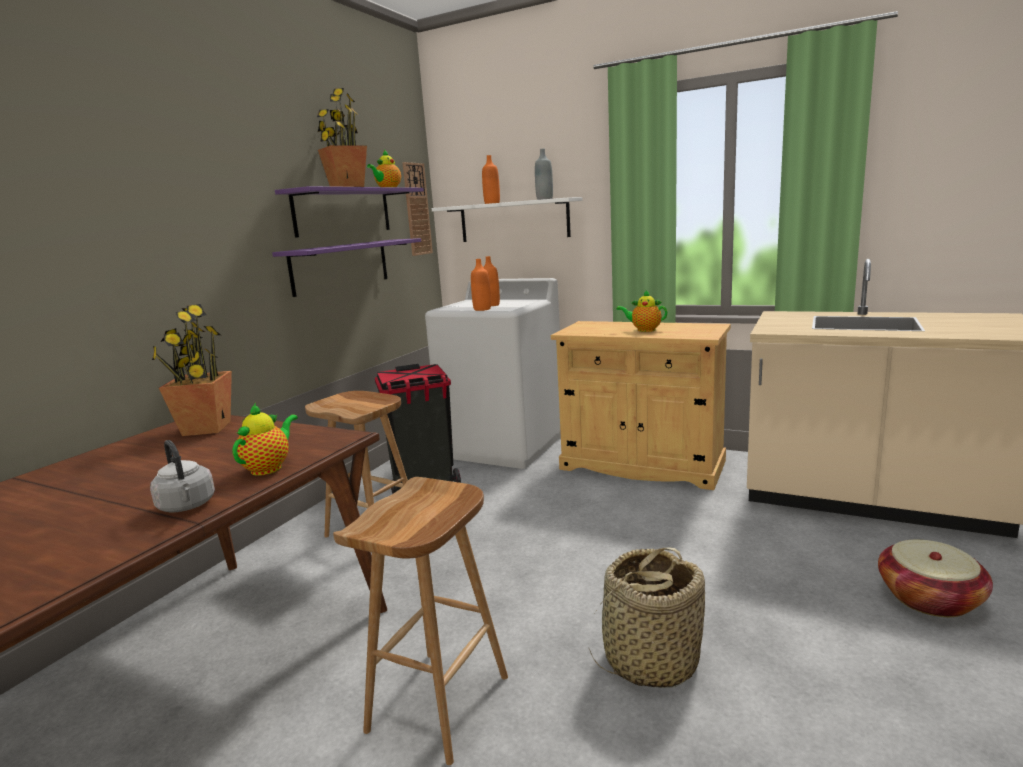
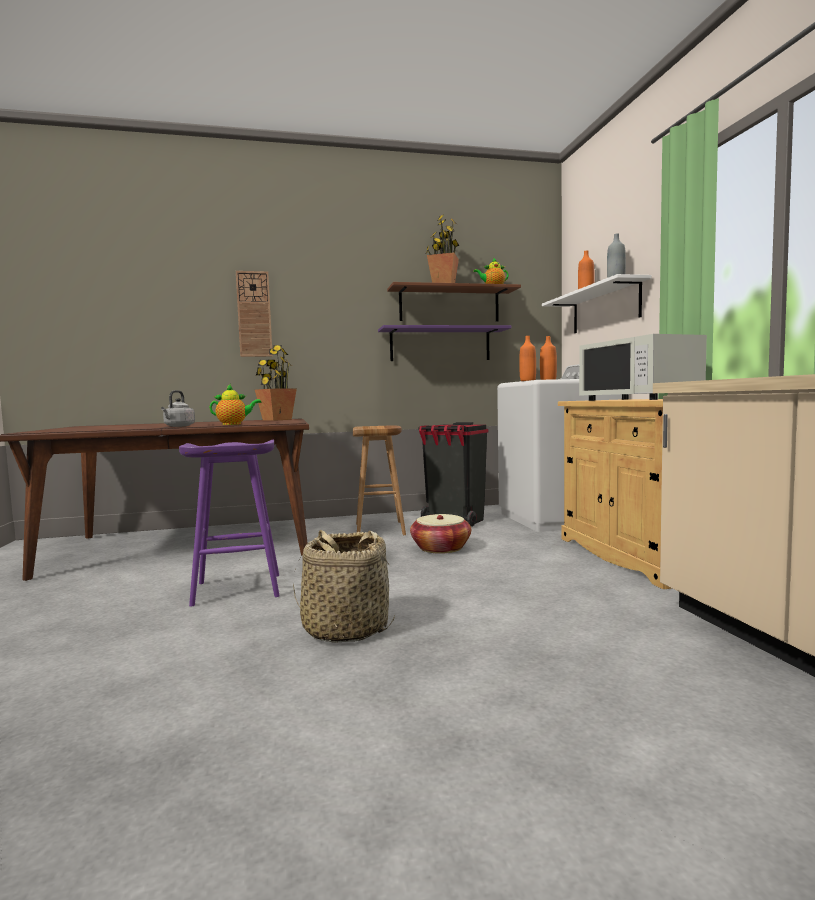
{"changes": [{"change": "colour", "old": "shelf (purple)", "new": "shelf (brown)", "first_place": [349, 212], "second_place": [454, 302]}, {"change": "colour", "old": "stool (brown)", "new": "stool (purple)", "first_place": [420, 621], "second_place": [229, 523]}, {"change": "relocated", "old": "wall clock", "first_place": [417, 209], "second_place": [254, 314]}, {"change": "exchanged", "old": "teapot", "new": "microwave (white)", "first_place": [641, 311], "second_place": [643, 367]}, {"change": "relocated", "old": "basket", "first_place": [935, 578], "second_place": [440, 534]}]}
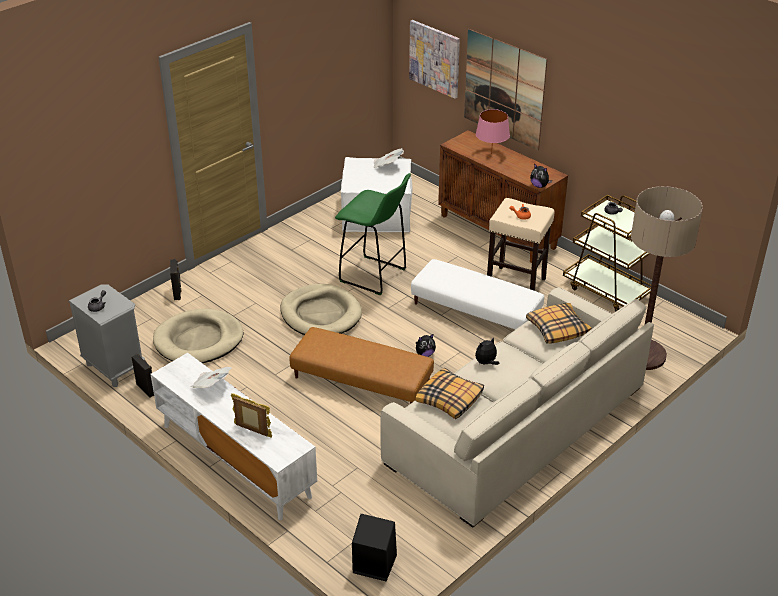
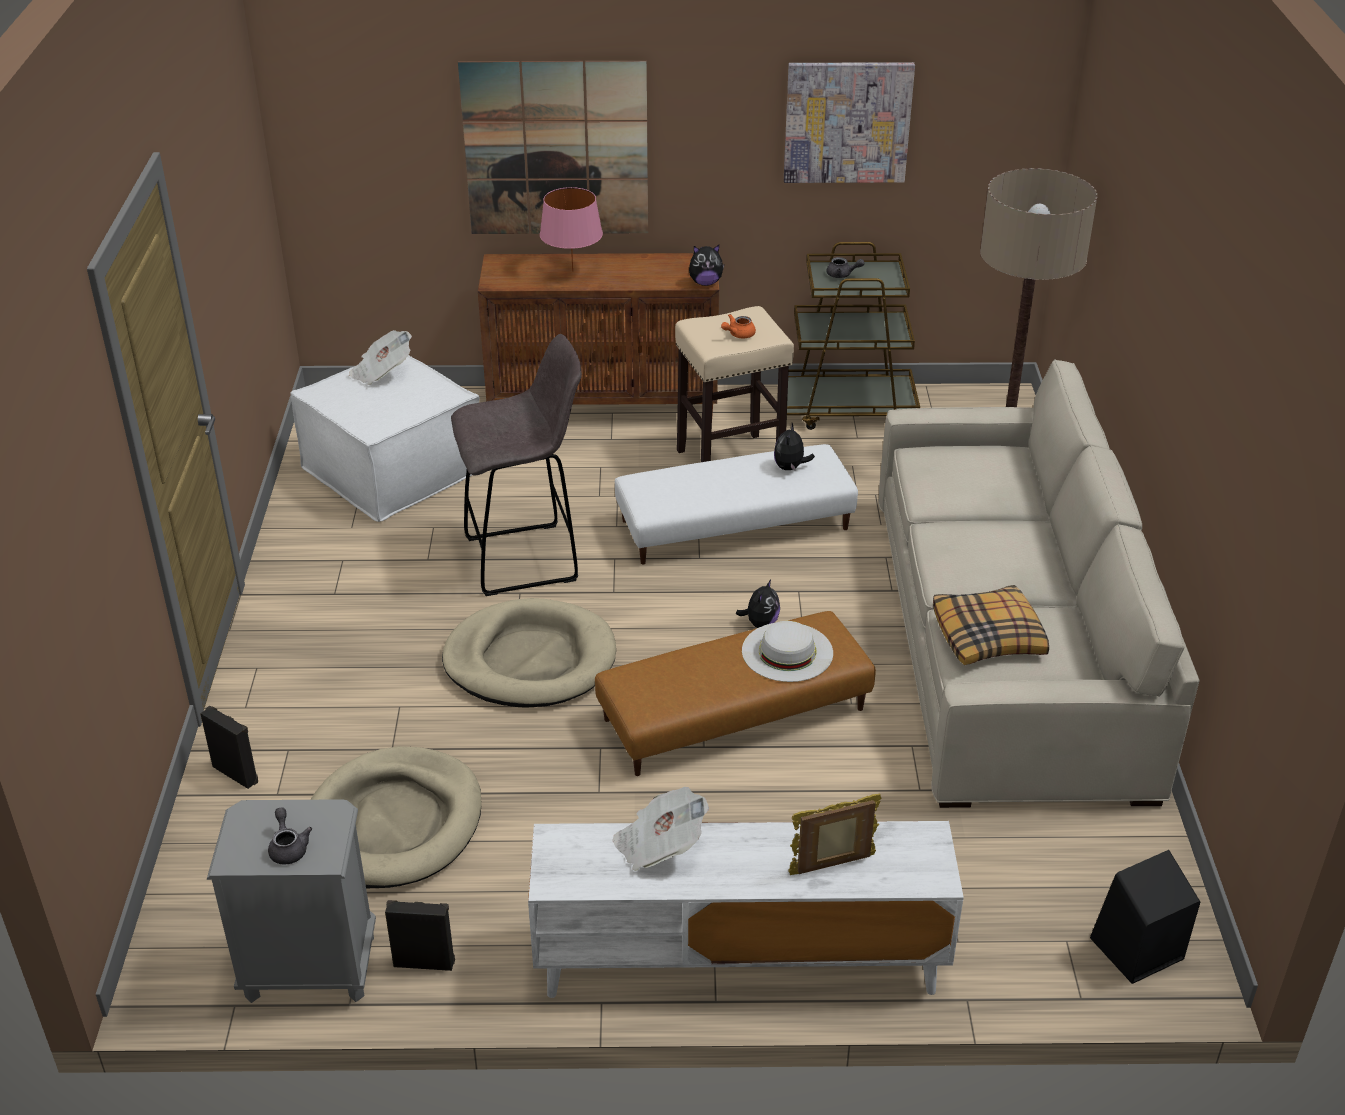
{"changes": [{"change": "colour", "old": "stool (green)", "new": "stool (grey)", "first_place": [373, 234], "second_place": [516, 465]}, {"change": "relocated", "old": "picture", "first_place": [434, 59], "second_place": [849, 122]}, {"change": "relocated", "old": "plush toy", "first_place": [487, 351], "second_place": [794, 447]}, {"change": "missing", "old": "pillow", "first_place": [559, 323]}, {"change": "appeared", "new": "hat (white)", "second_place": [787, 651]}]}
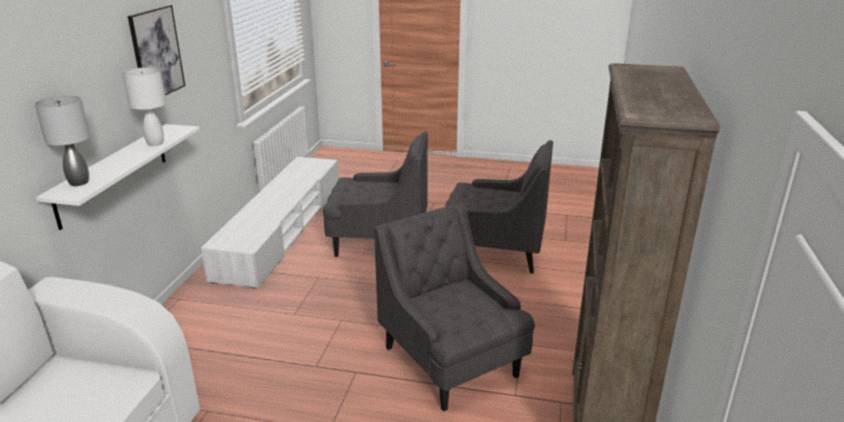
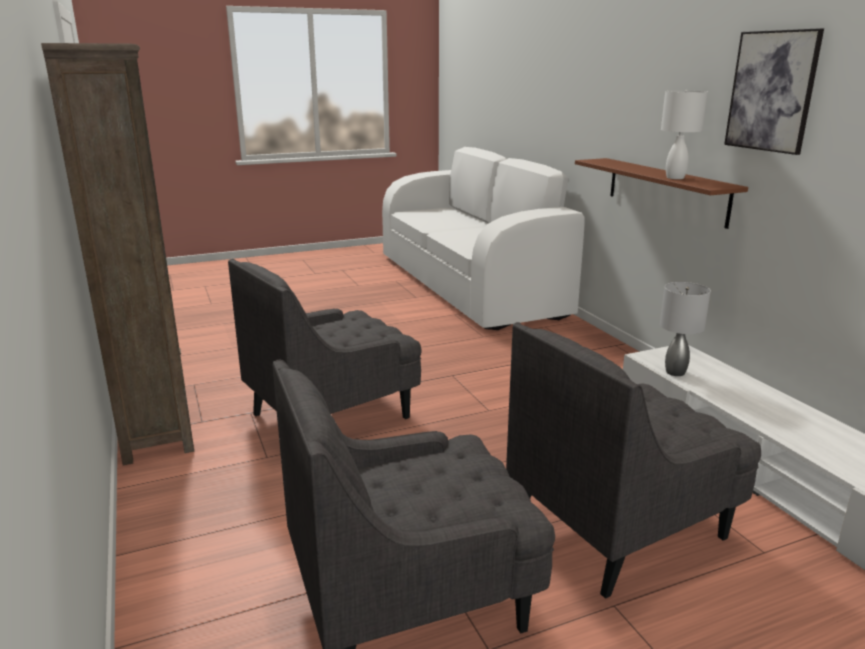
{"changes": [{"change": "relocated", "old": "table lamp (grey)", "first_place": [62, 140], "second_place": [685, 329]}, {"change": "colour", "old": "shelf (white)", "new": "shelf (brown)", "first_place": [118, 177], "second_place": [661, 193]}, {"change": "spun", "old": "armchair (grey)", "first_place": [454, 307], "second_place": [324, 339], "degrees": 120}]}
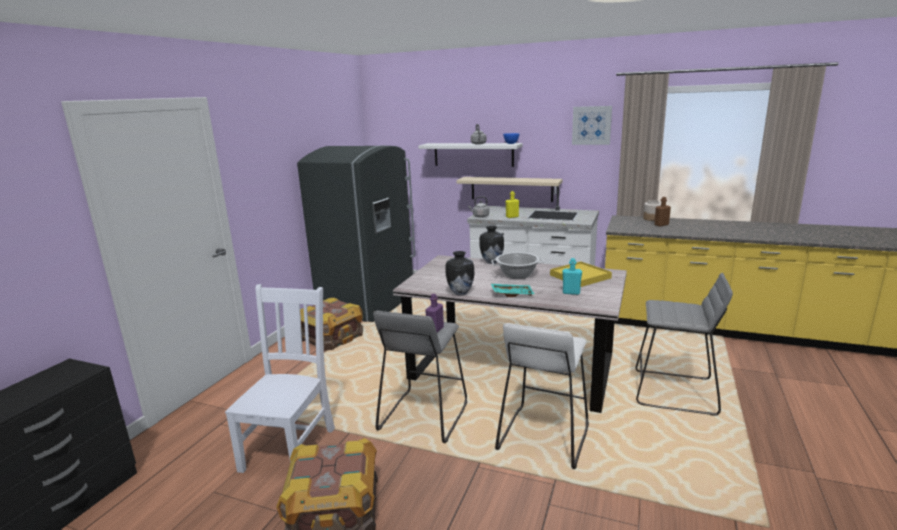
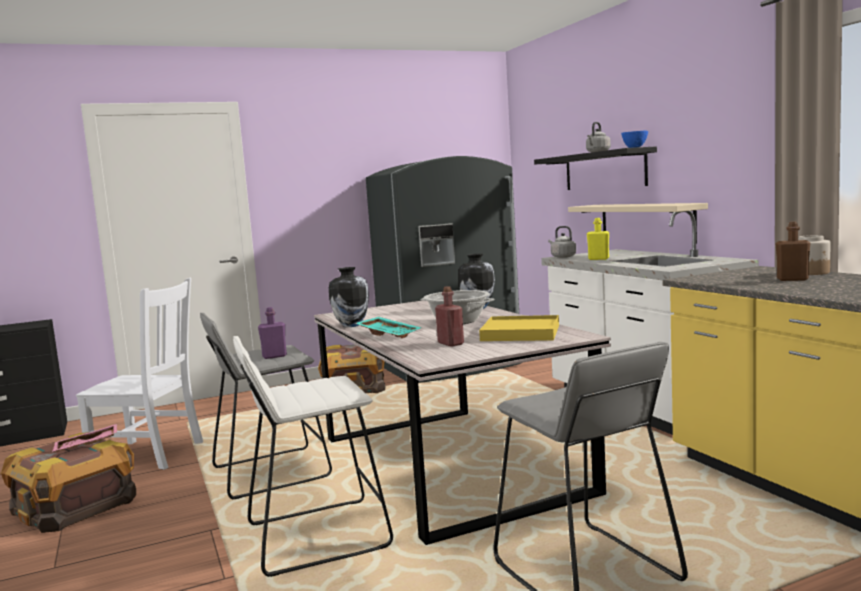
{"changes": [{"change": "spun", "old": "chair (white)", "first_place": [280, 378], "second_place": [139, 373], "degrees": 45}, {"change": "colour", "old": "shelf (white)", "new": "shelf (black)", "first_place": [470, 155], "second_place": [595, 168]}, {"change": "colour", "old": "bottle (turquoise)", "new": "bottle (red)", "first_place": [572, 276], "second_place": [449, 316]}, {"change": "missing", "old": "picture", "first_place": [592, 125]}, {"change": "appeared", "new": "tray (pink)", "second_place": [84, 438]}]}
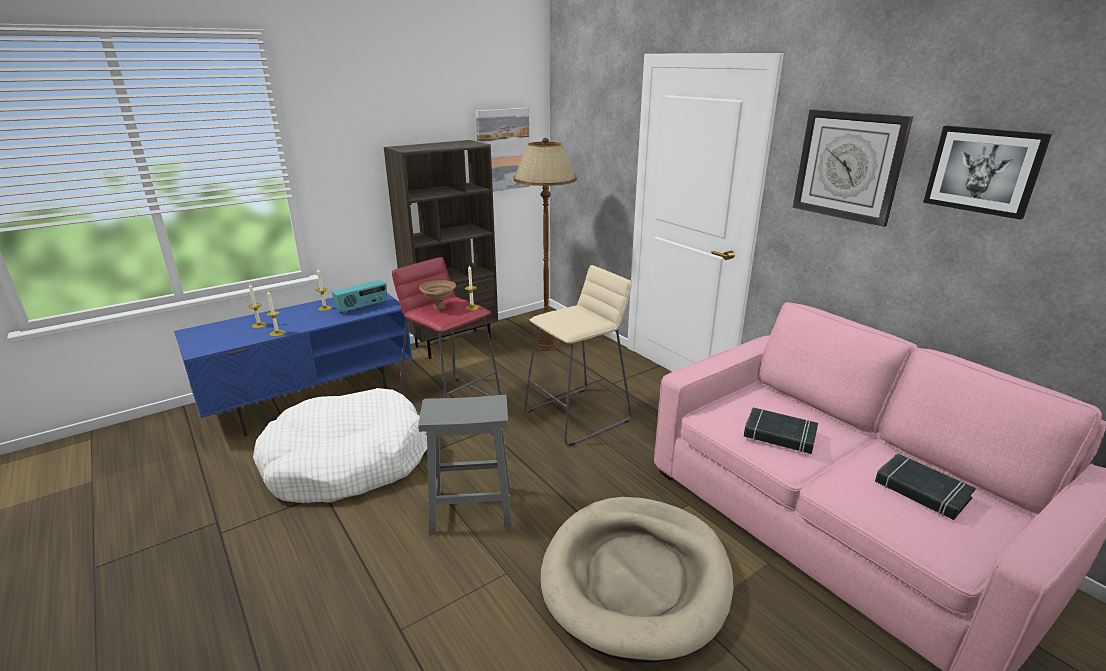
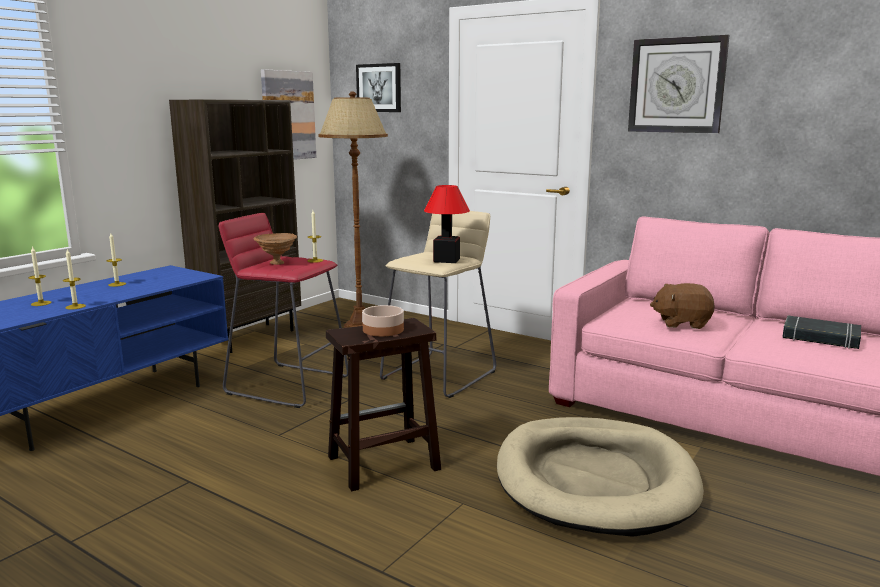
{"changes": [{"change": "missing", "old": "dog bed (white)", "first_place": [340, 445]}, {"change": "missing", "old": "radio", "first_place": [359, 297]}, {"change": "colour", "old": "stool (grey)", "new": "stool (brown)", "first_place": [465, 465], "second_place": [383, 404]}, {"change": "exchanged", "old": "book (black)", "new": "plush toy (brown)", "first_place": [781, 430], "second_place": [682, 306]}, {"change": "relocated", "old": "picture", "first_place": [987, 173], "second_place": [378, 87]}, {"change": "appeared", "new": "bowl", "second_place": [383, 320]}, {"change": "appeared", "new": "table lamp", "second_place": [447, 224]}]}
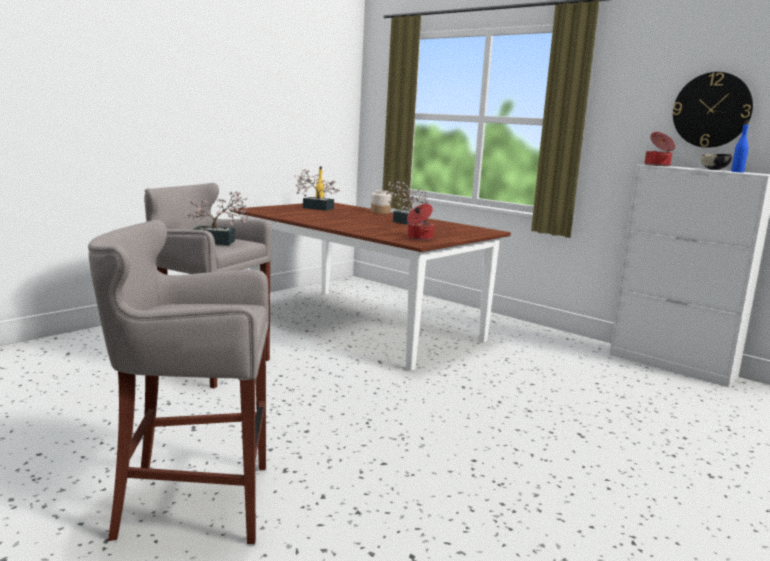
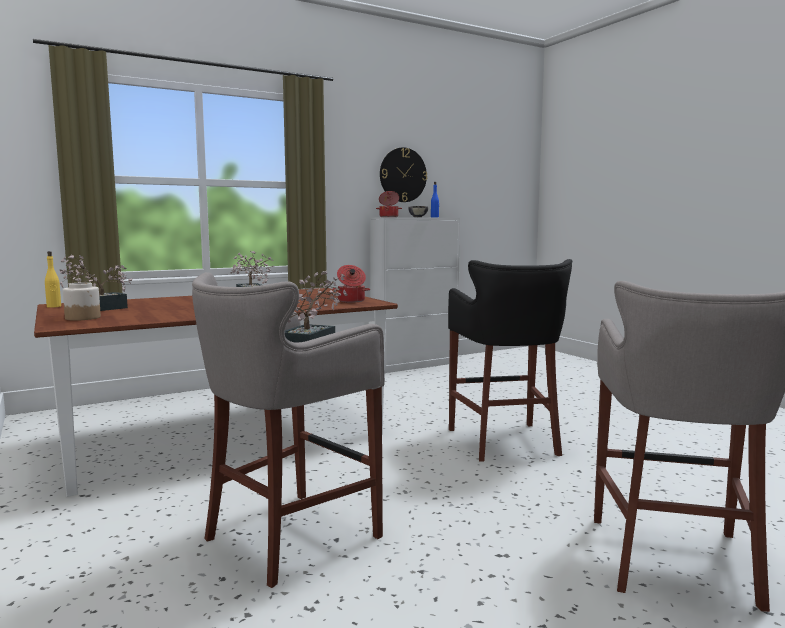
{"changes": [{"change": "relocated", "old": "jar", "first_place": [381, 202], "second_place": [82, 301]}, {"change": "appeared", "new": "stool (black)", "second_place": [510, 360]}]}
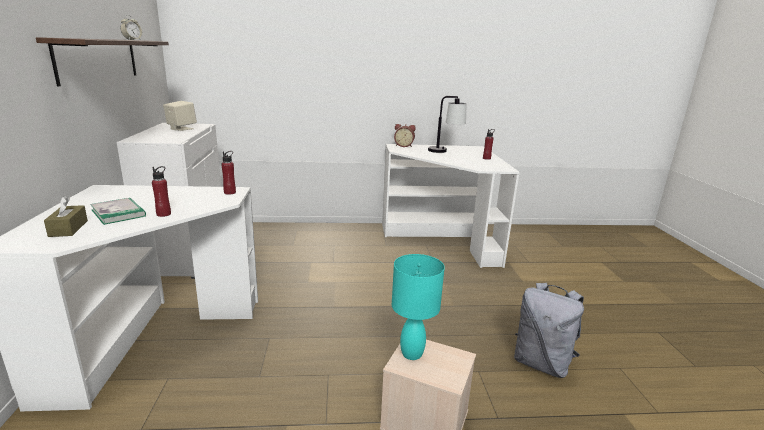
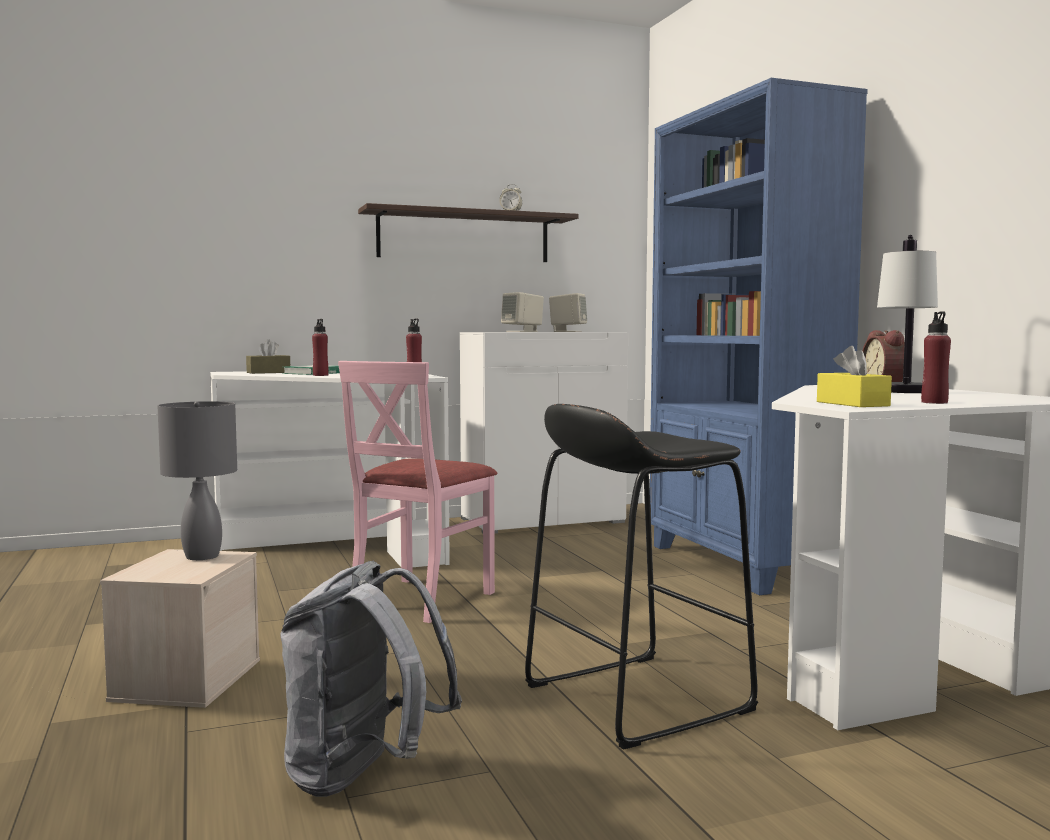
{"changes": [{"change": "colour", "old": "table lamp (turquoise)", "new": "table lamp (grey)", "first_place": [418, 307], "second_place": [197, 480]}, {"change": "appeared", "new": "chair (pink)", "second_place": [417, 492]}, {"change": "appeared", "new": "speaker (beige)", "second_place": [522, 312]}, {"change": "appeared", "new": "stool (black)", "second_place": [641, 577]}, {"change": "appeared", "new": "bookcase (blue)", "second_place": [759, 336]}, {"change": "appeared", "new": "tissue box (yellow)", "second_place": [854, 376]}]}
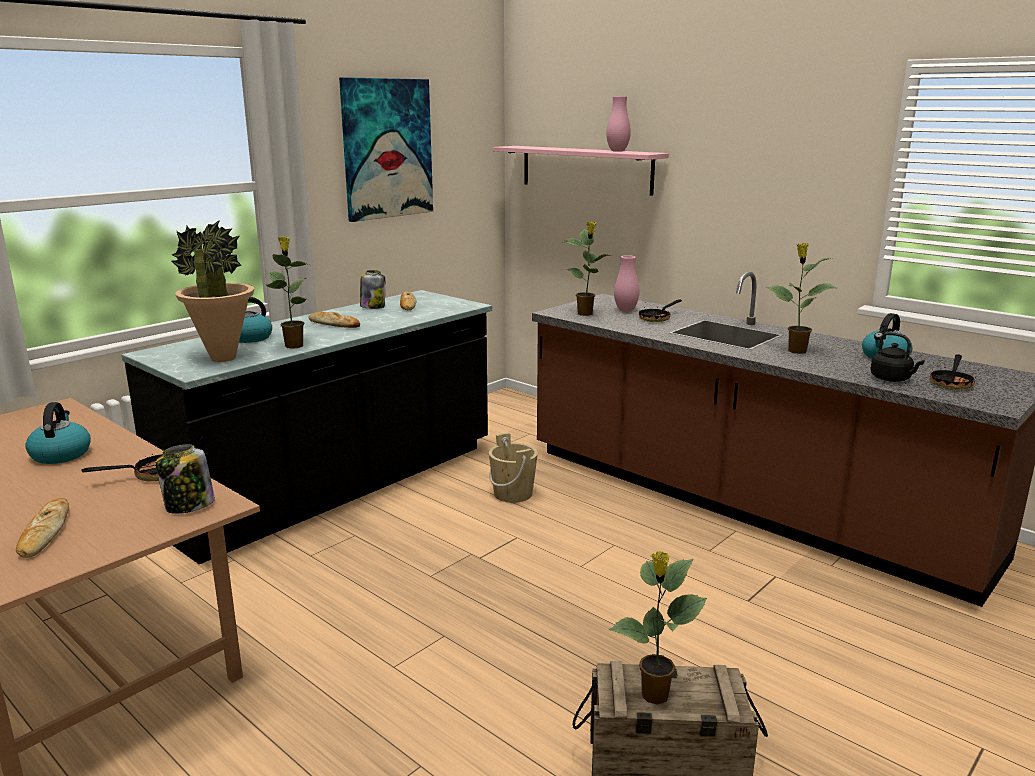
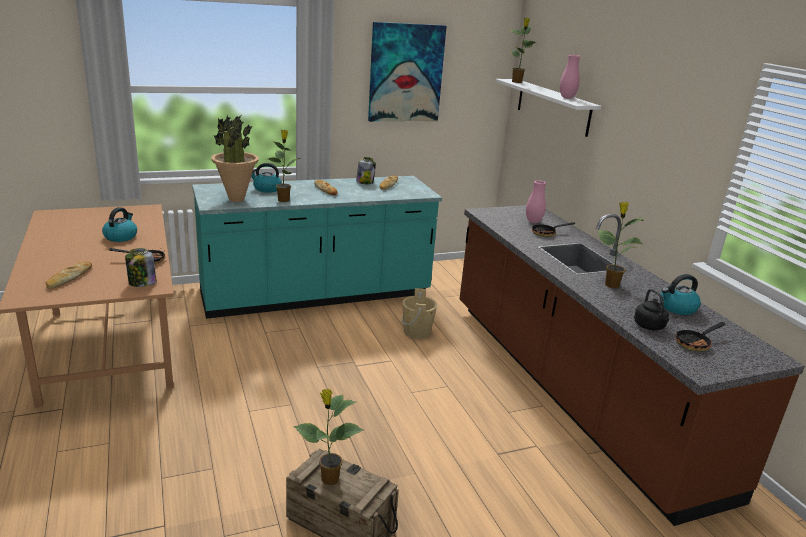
{"changes": [{"change": "colour", "old": "counter (black)", "new": "counter (turquoise)", "first_place": [306, 427], "second_place": [317, 247]}, {"change": "colour", "old": "shelf (pink)", "new": "shelf (white)", "first_place": [581, 171], "second_place": [548, 108]}, {"change": "relocated", "old": "potted plant", "first_place": [587, 268], "second_place": [523, 50]}]}
